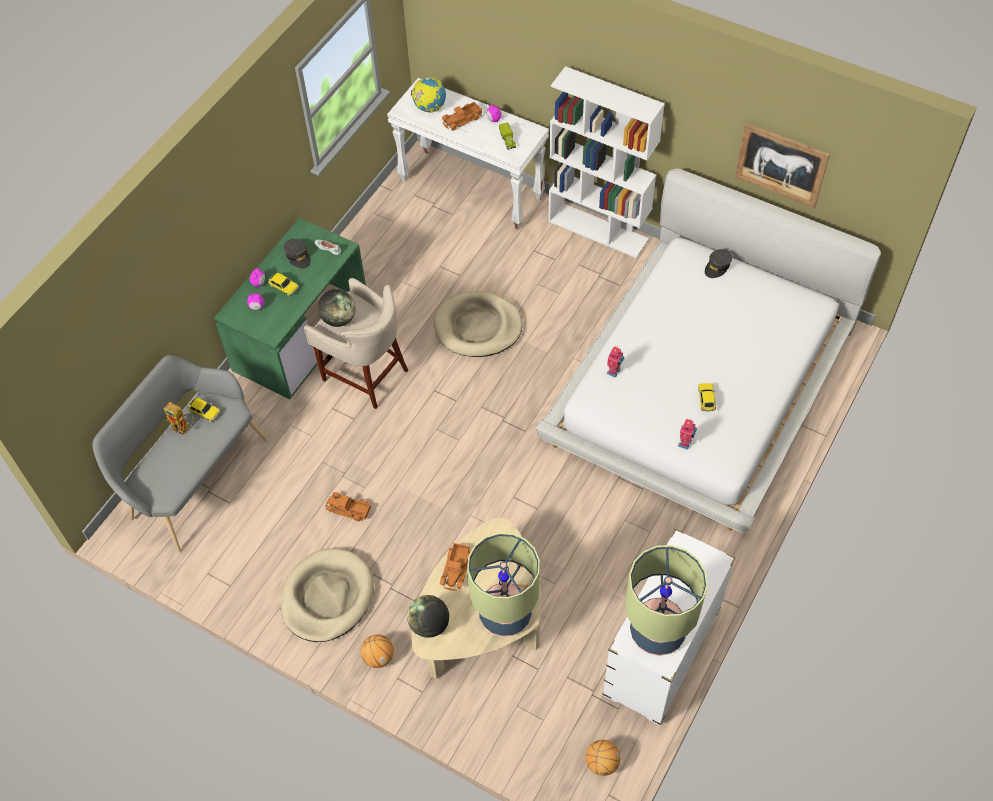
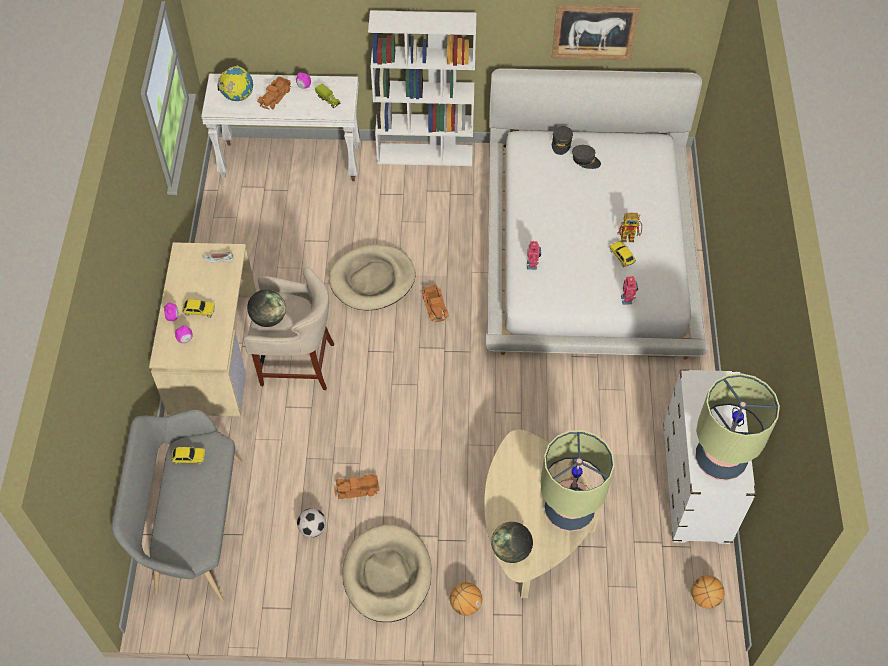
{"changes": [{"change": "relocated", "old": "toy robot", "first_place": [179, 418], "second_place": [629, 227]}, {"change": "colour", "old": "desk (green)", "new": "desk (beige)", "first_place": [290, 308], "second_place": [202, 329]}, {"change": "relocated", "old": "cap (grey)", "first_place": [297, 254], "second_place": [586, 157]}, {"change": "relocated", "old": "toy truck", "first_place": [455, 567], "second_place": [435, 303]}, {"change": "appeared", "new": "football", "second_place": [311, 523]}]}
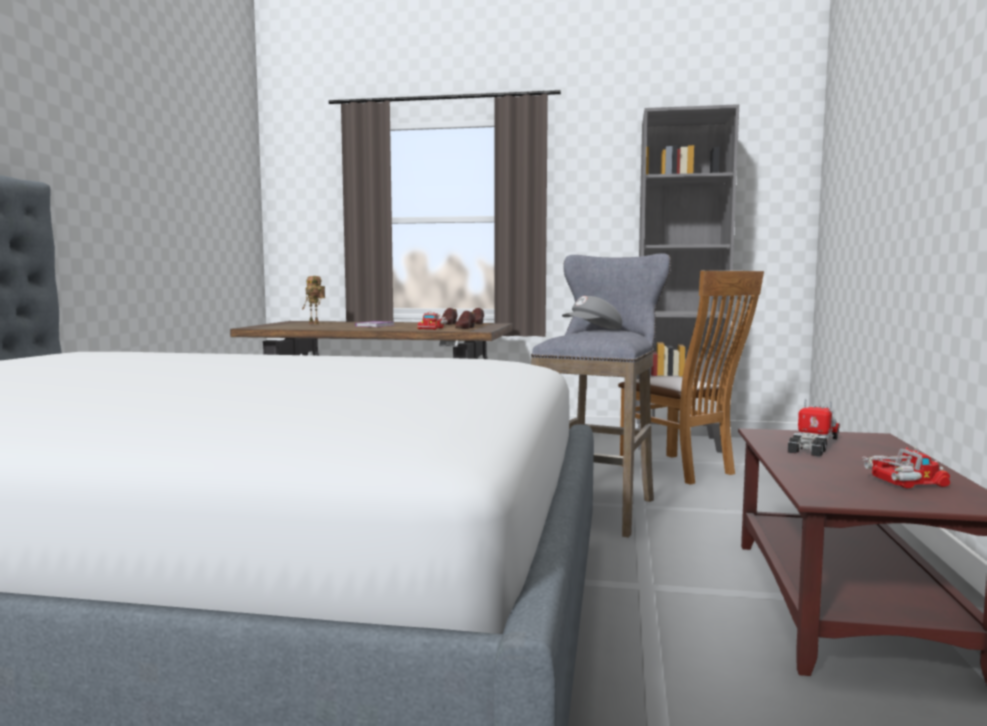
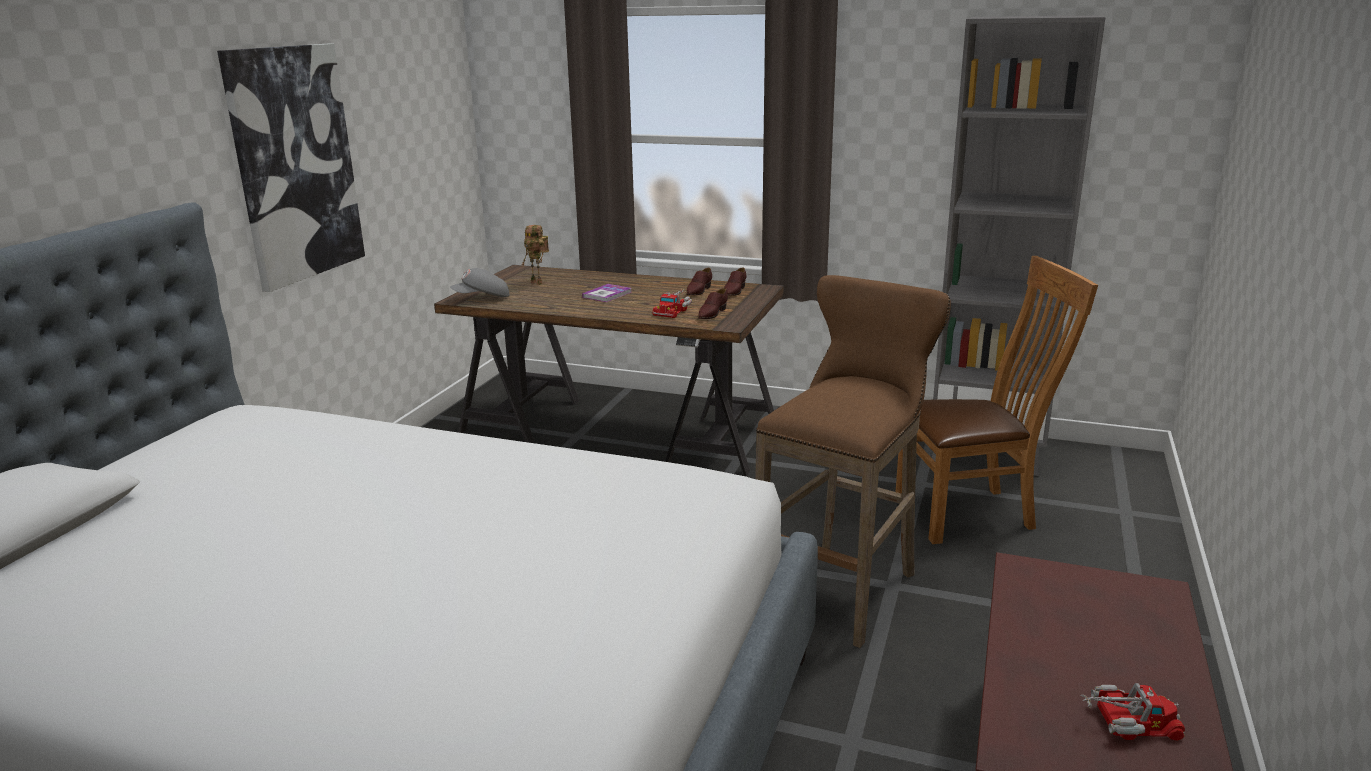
{"changes": [{"change": "colour", "old": "stool (grey)", "new": "stool (brown)", "first_place": [601, 395], "second_place": [853, 461]}, {"change": "relocated", "old": "cap (grey)", "first_place": [592, 313], "second_place": [479, 282]}, {"change": "spun", "old": "chair (brown)", "first_place": [691, 378], "second_place": [997, 400], "degrees": -75}, {"change": "missing", "old": "toy truck", "first_place": [814, 428]}, {"change": "appeared", "new": "picture", "second_place": [291, 168]}]}
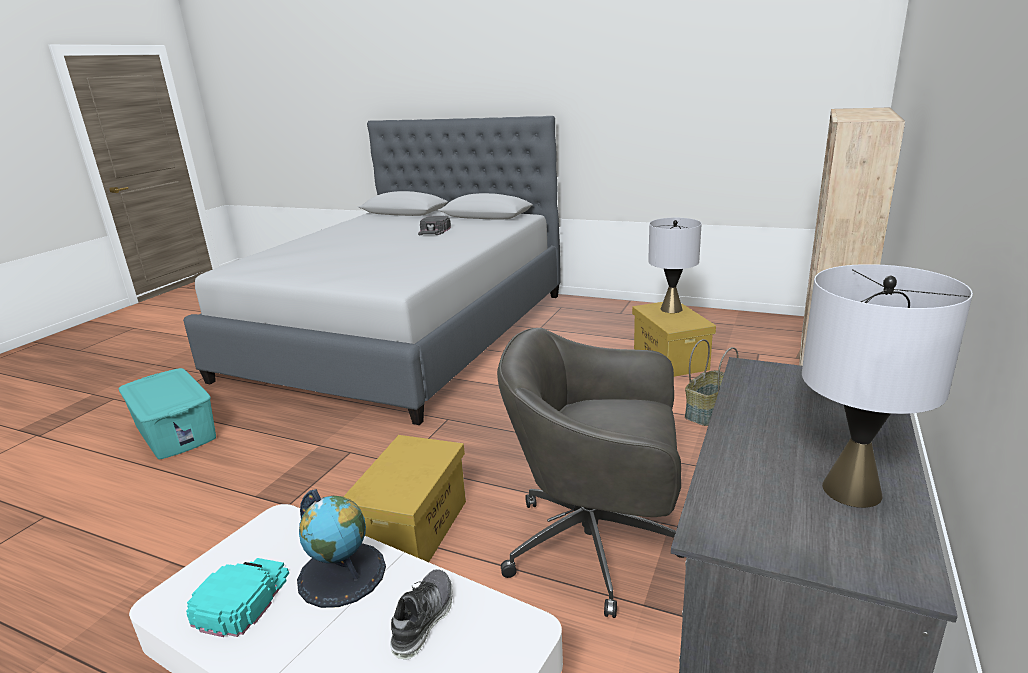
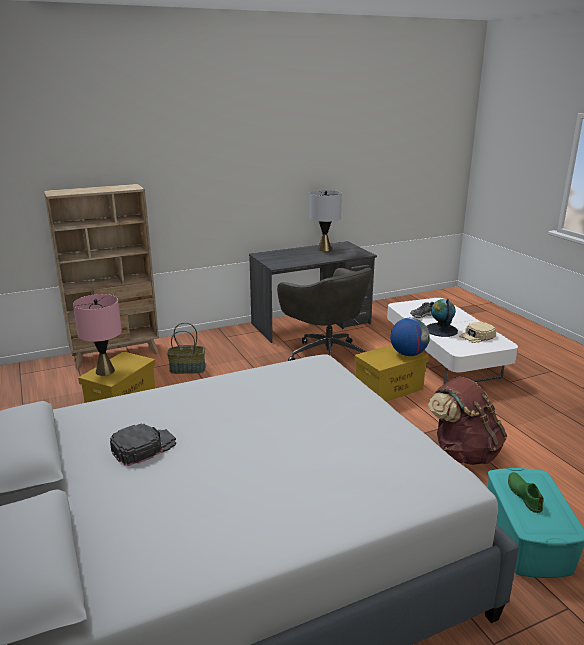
{"changes": [{"change": "colour", "old": "cap (turquoise)", "new": "cap (beige)", "first_place": [237, 597], "second_place": [477, 332]}, {"change": "colour", "old": "table lamp (grey)", "new": "table lamp (pink)", "first_place": [675, 265], "second_place": [97, 335]}, {"change": "appeared", "new": "globe", "second_place": [410, 337]}, {"change": "appeared", "new": "backpack (brown)", "second_place": [467, 421]}, {"change": "appeared", "new": "shoe (green)", "second_place": [526, 492]}]}
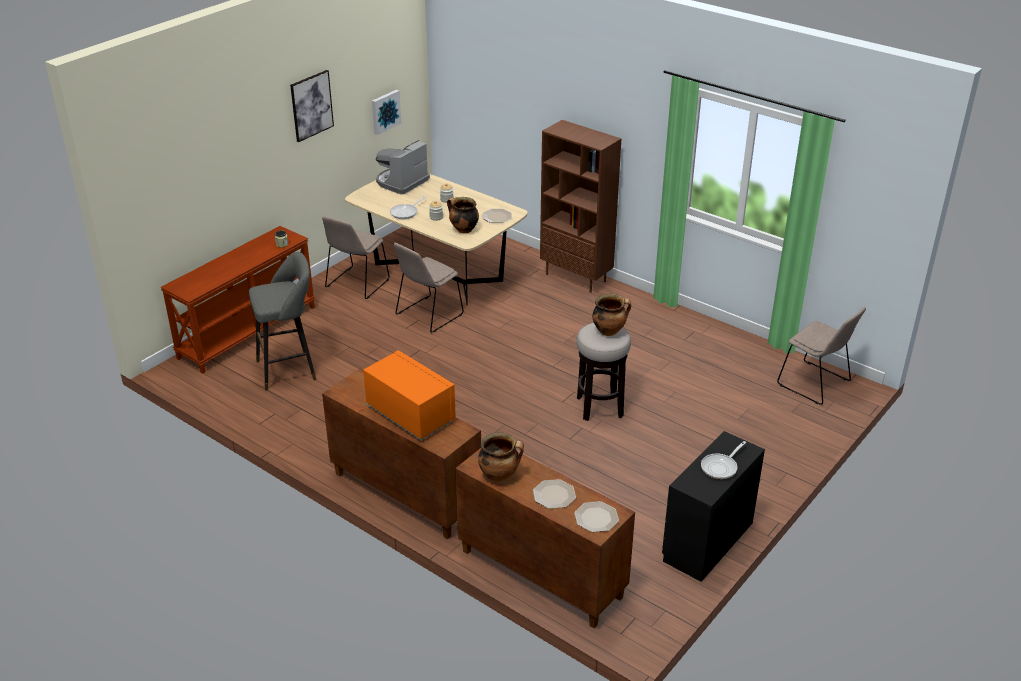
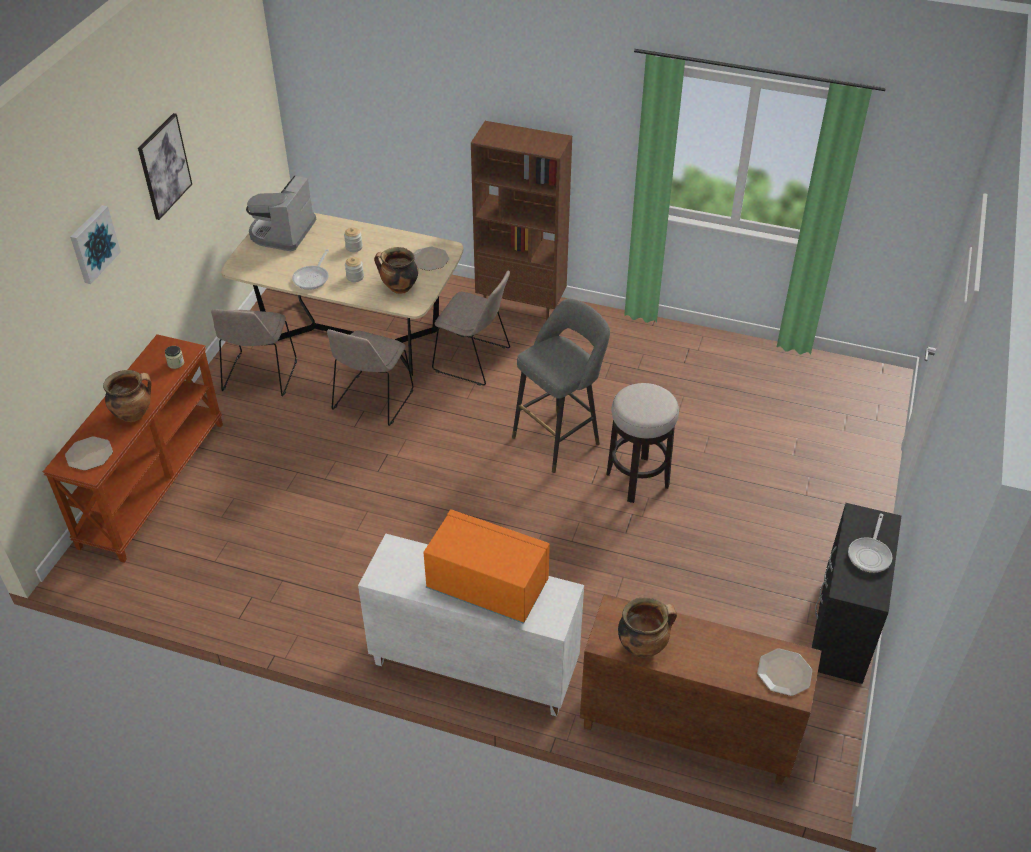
{"changes": [{"change": "relocated", "old": "stool (grey)", "first_place": [282, 321], "second_place": [561, 386]}, {"change": "colour", "old": "cabinet (brown)", "new": "cabinet (white)", "first_place": [401, 454], "second_place": [471, 625]}, {"change": "relocated", "old": "picture", "first_place": [386, 112], "second_place": [95, 244]}, {"change": "relocated", "old": "plate", "first_place": [554, 494], "second_place": [89, 453]}, {"change": "relocated", "old": "cooking pot", "first_place": [611, 315], "second_place": [127, 396]}, {"change": "relocated", "old": "chair (beige)", "first_place": [821, 356], "second_place": [471, 328]}]}
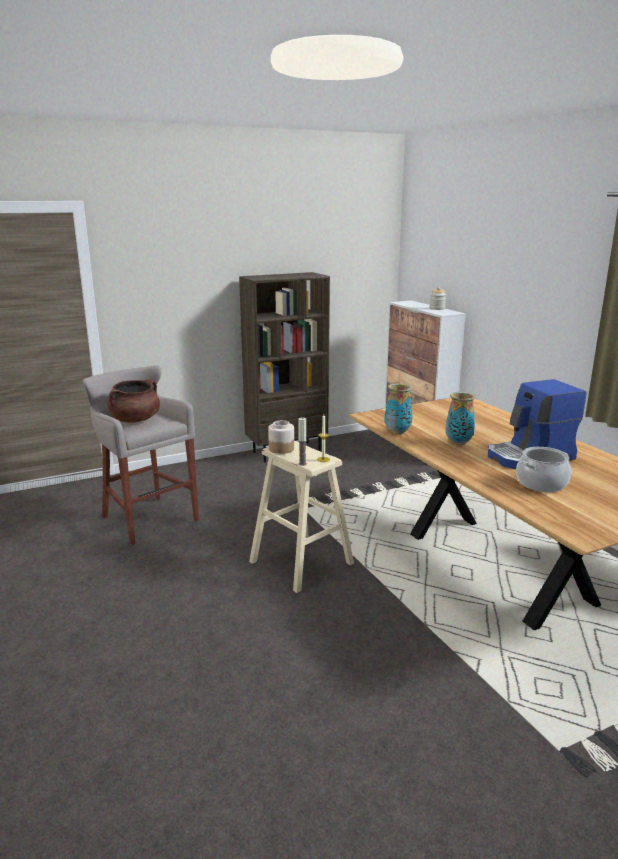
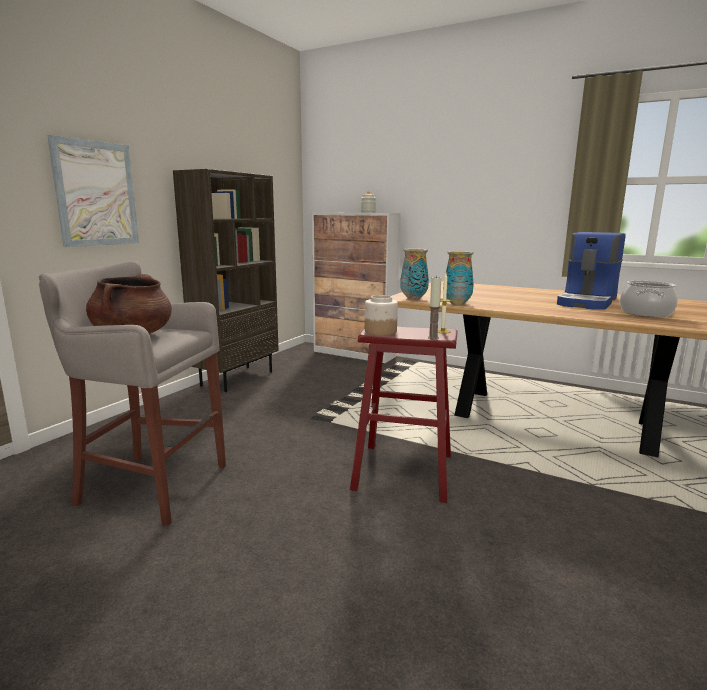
{"changes": [{"change": "colour", "old": "stool (beige)", "new": "stool (red)", "first_place": [301, 516], "second_place": [403, 414]}, {"change": "relocated", "old": "vase", "first_place": [460, 418], "second_place": [414, 274]}, {"change": "appeared", "new": "picture", "second_place": [93, 191]}]}
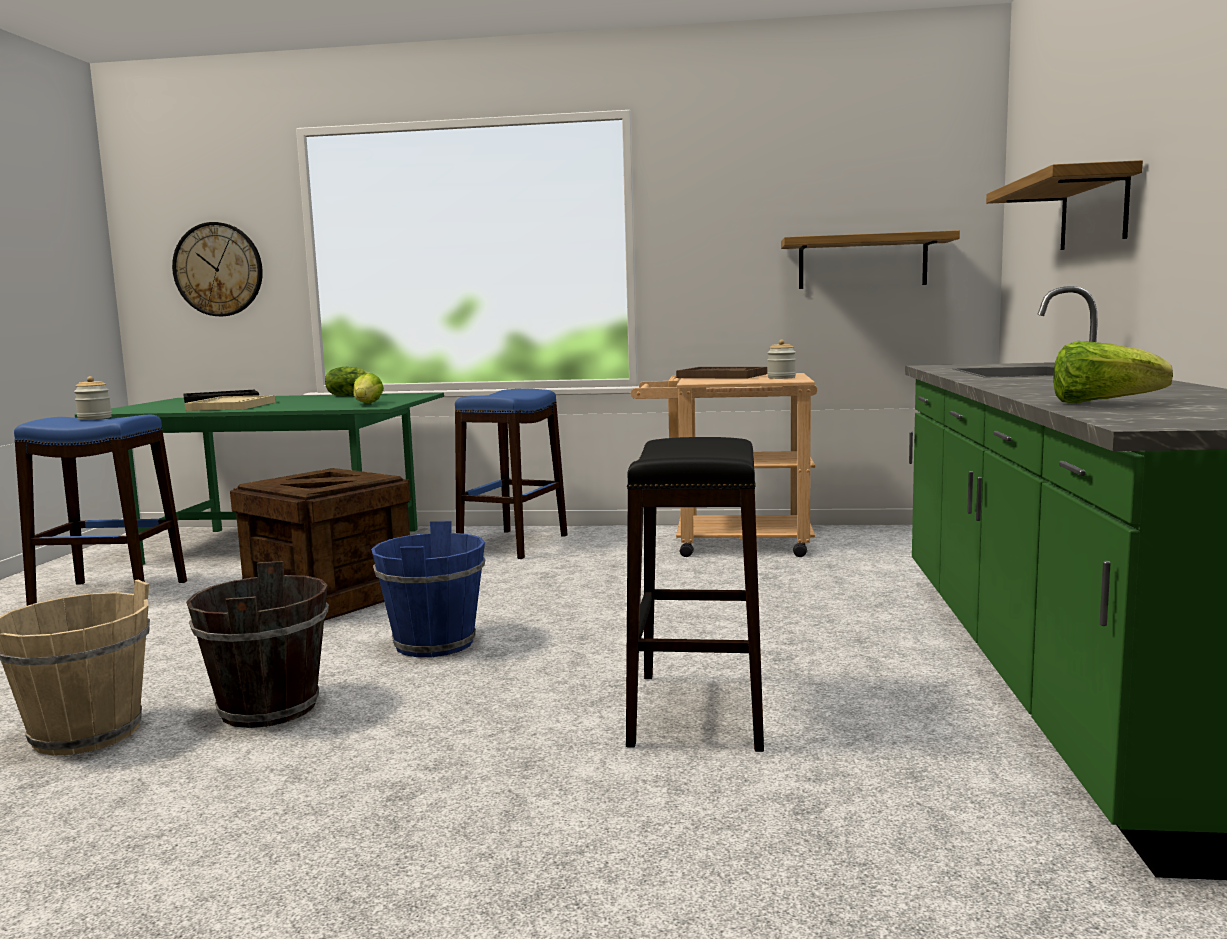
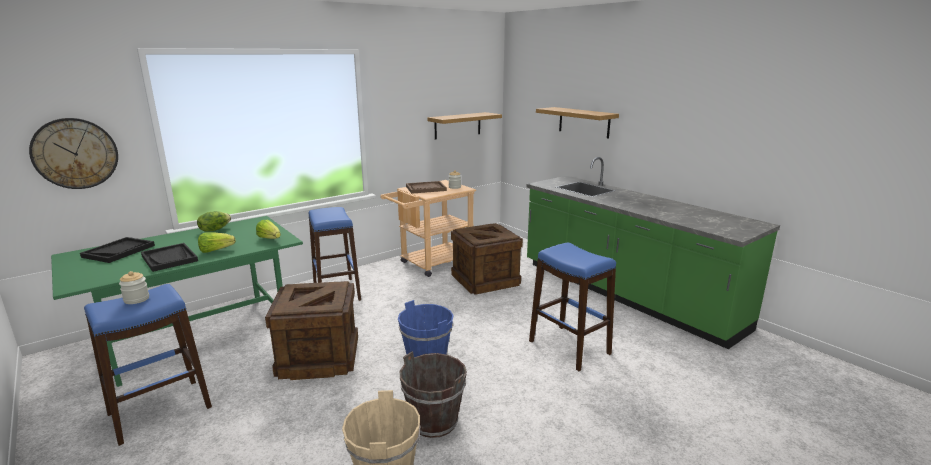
{"changes": [{"change": "colour", "old": "tray (beige)", "new": "tray (black)", "first_place": [230, 403], "second_place": [169, 257]}, {"change": "colour", "old": "stool (black)", "new": "stool (blue)", "first_place": [695, 594], "second_place": [572, 307]}, {"change": "relocated", "old": "lettuce", "first_place": [1113, 372], "second_place": [216, 242]}, {"change": "appeared", "new": "crate", "second_place": [487, 258]}]}
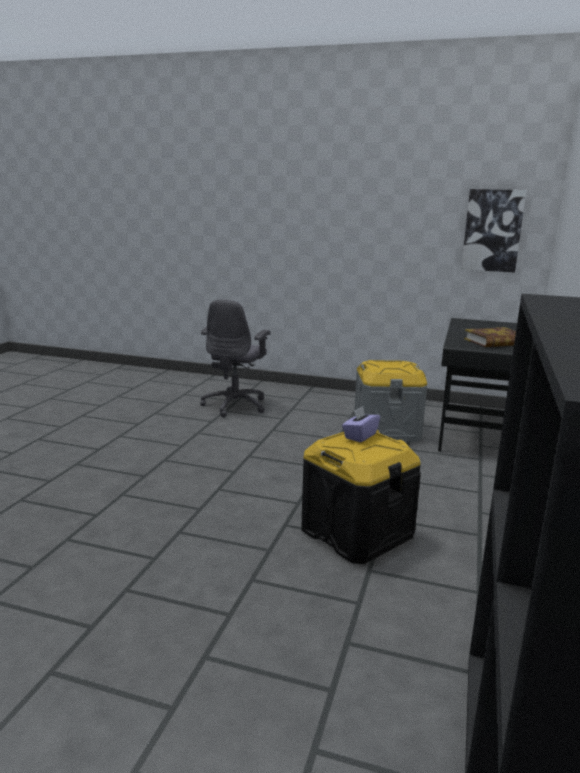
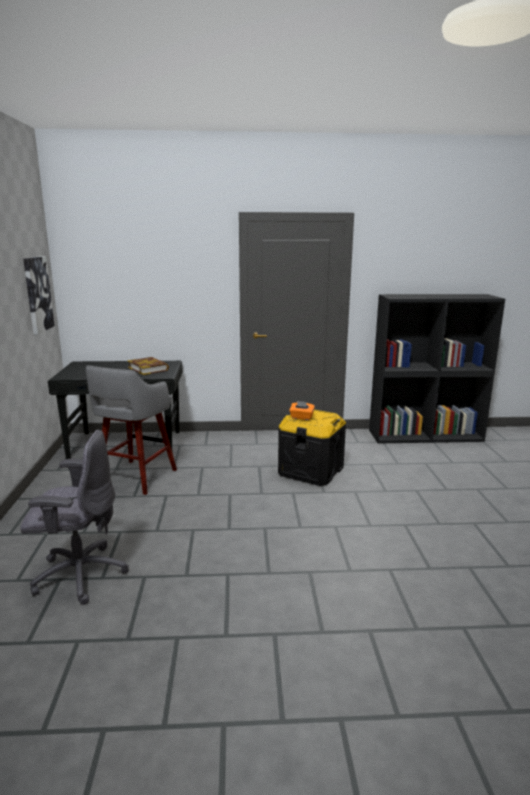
{"changes": [{"change": "colour", "old": "tissue box (purple)", "new": "tissue box (orange)", "first_place": [361, 424], "second_place": [302, 410]}, {"change": "exchanged", "old": "storage box (grey)", "new": "stool (grey)", "first_place": [390, 401], "second_place": [131, 430]}]}
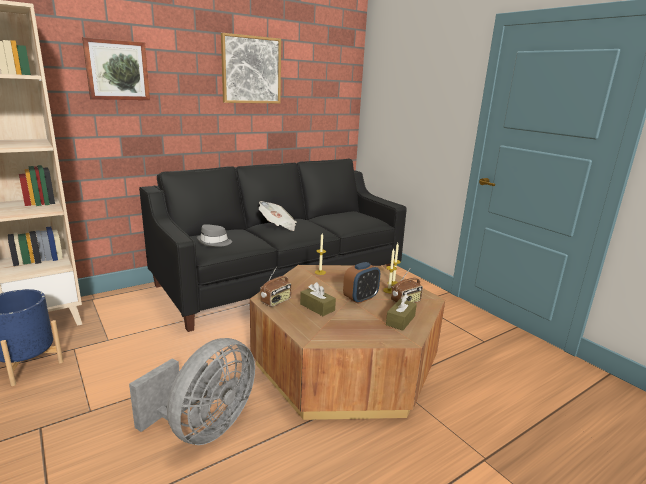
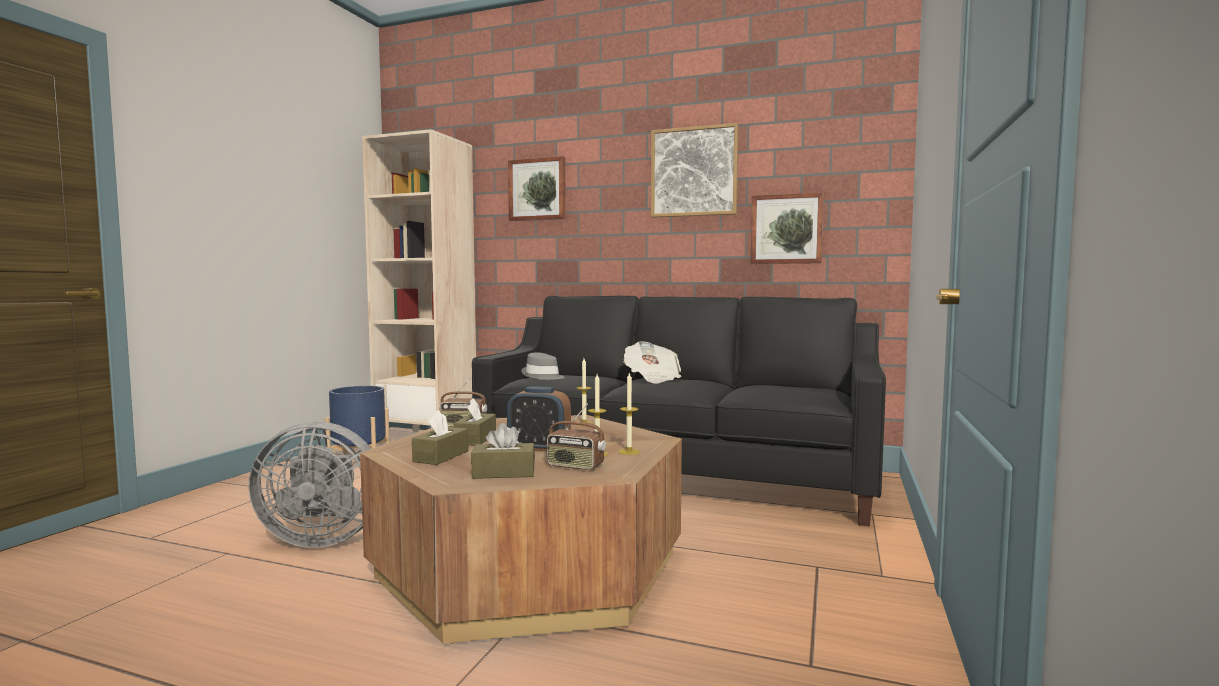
{"changes": [{"change": "appeared", "new": "tissue box (brown)", "second_place": [440, 437]}, {"change": "appeared", "new": "picture", "second_place": [787, 228]}]}
